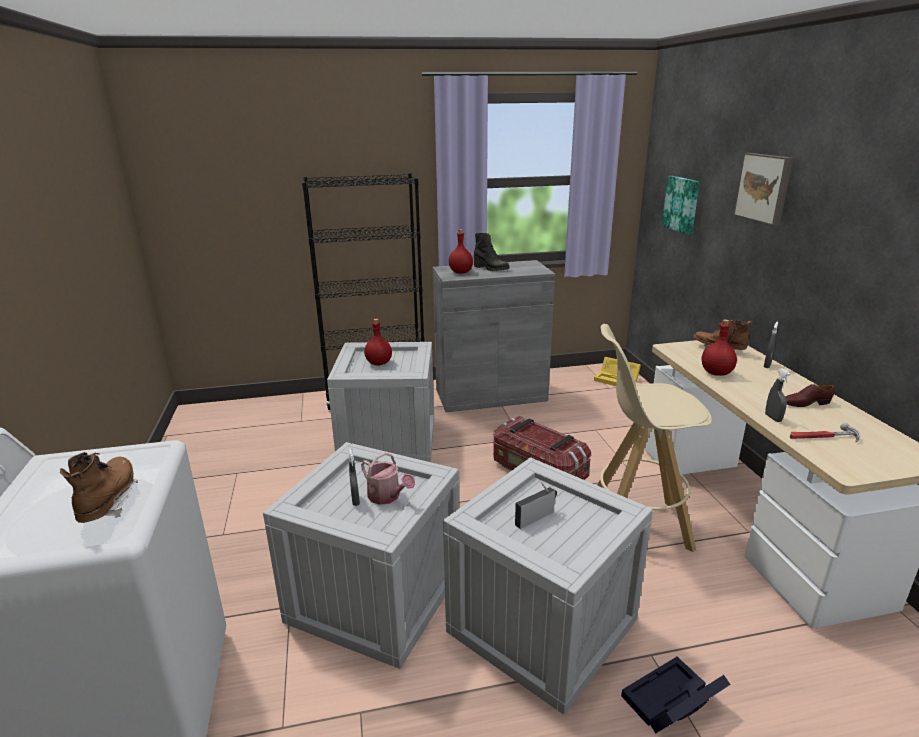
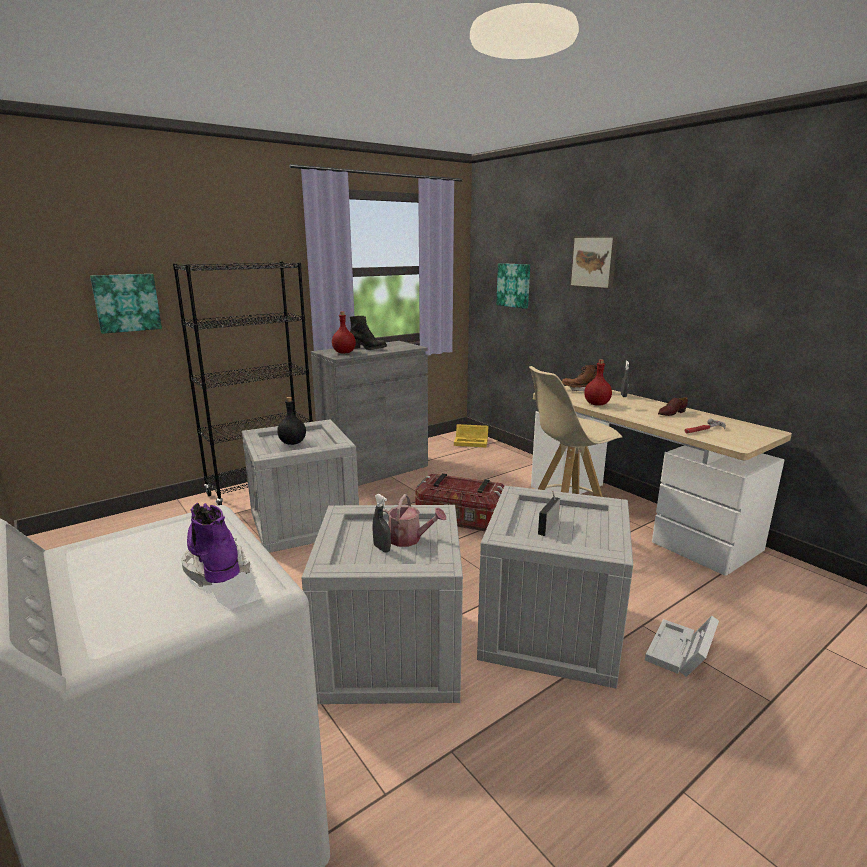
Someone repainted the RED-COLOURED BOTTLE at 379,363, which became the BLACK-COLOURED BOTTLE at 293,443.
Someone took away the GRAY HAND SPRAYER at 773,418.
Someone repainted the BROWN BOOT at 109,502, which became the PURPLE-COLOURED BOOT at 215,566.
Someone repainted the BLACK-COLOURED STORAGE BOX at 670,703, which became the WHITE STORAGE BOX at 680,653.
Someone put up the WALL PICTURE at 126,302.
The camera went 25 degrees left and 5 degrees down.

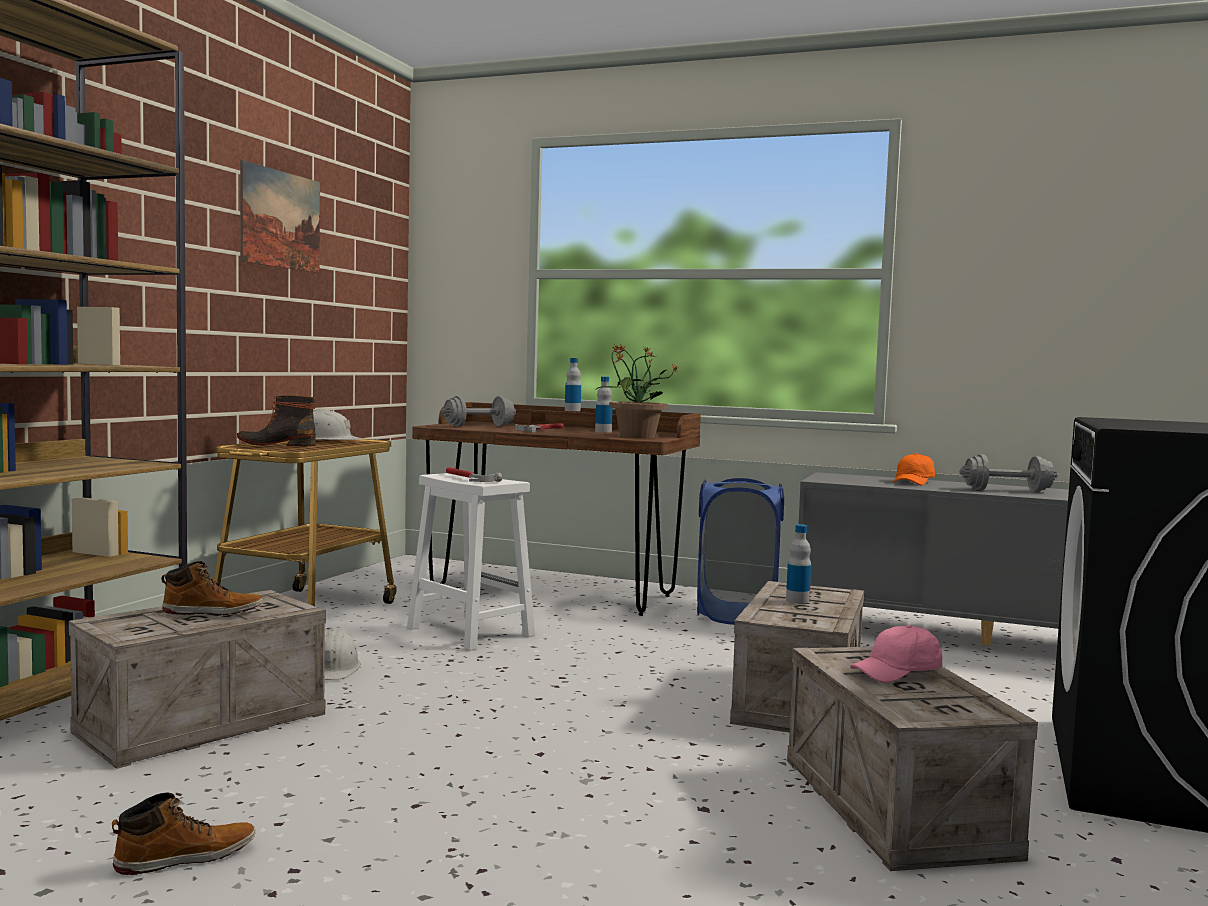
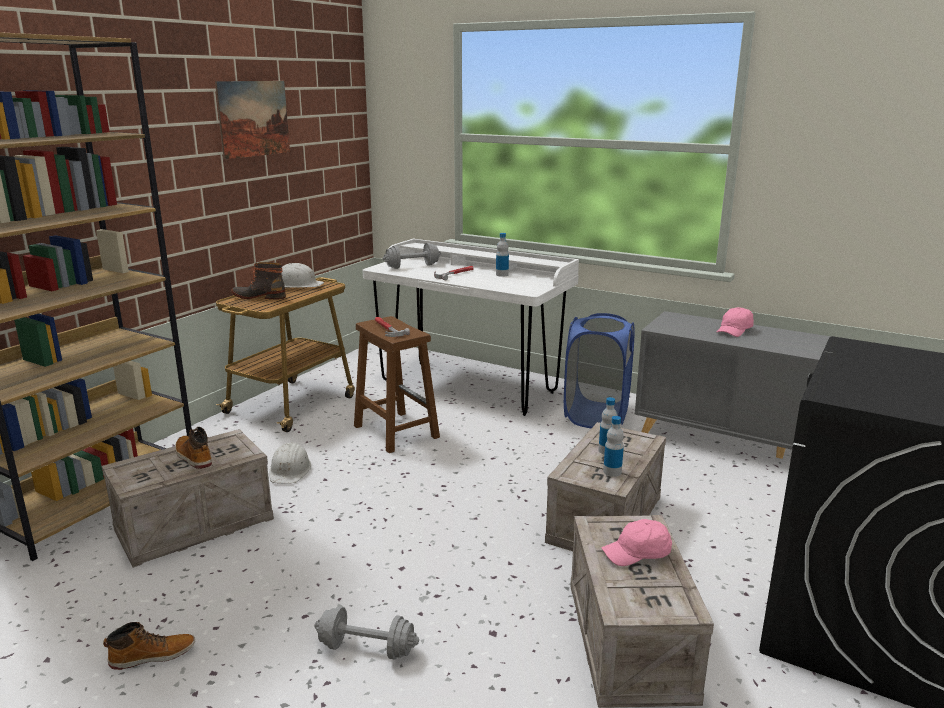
Someone took away the POTTED PLANT at 635,436.
Someone carried the BOTTLE from 572,410 to 612,472.
Someone repainted the BROWN DESK TABLE at 553,592, which became the WHITE DESK TABLE at 469,387.
Someone repainted the ORANGEY BASEBALL CAP at 913,482, which became the PINK BASEBALL CAP at 734,330.
Someone carried the GRAY HAND WEIGHT from 1007,490 to 367,648.
Someone repainted the WHITE STOOL SEAT at 468,631, which became the BROWN STOOL SEAT at 395,431.
Someone rotated the BOOT at 213,611 by 135 degrees counterclockwise.
The camera went 10 degrees right and 15 degrees up.

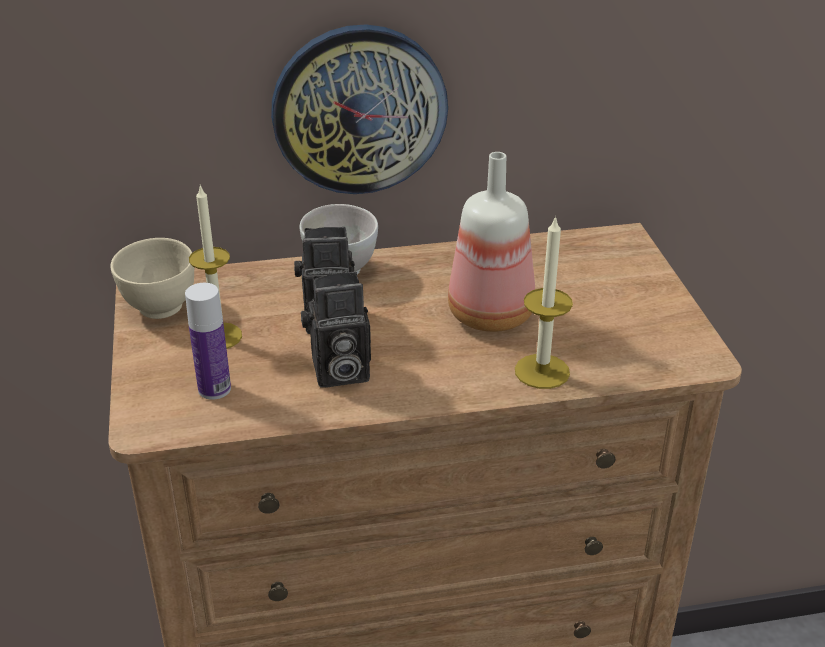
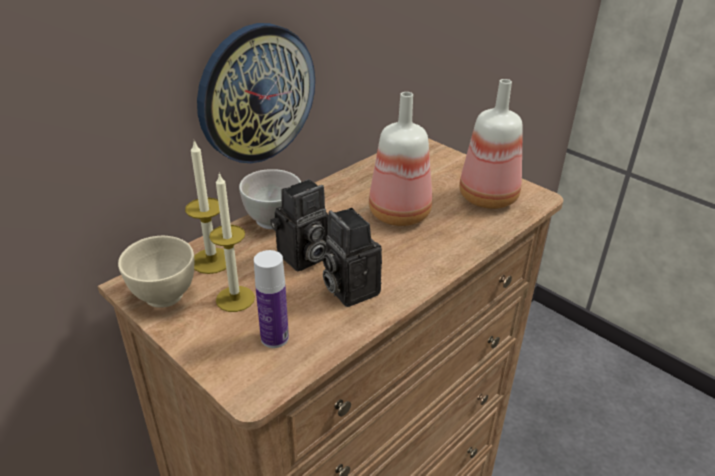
Someone carried the CANDLE from 542,371 to 212,261.
Someone rotated the PHOTO CAMERA at 338,373 by 105 degrees clockwise.
Someone put down the BOTTLE at 489,197.
The camera went 35 degrees left and 0 degrees up.

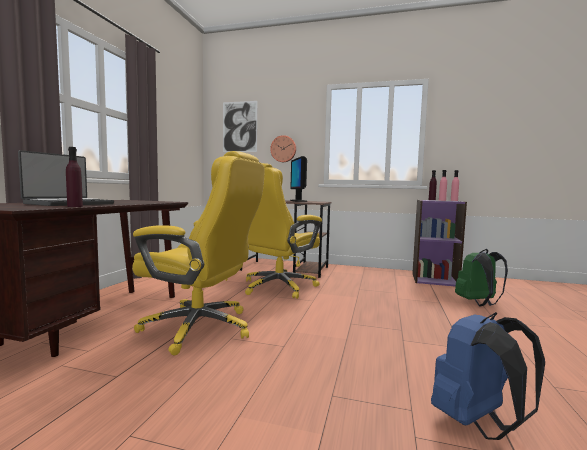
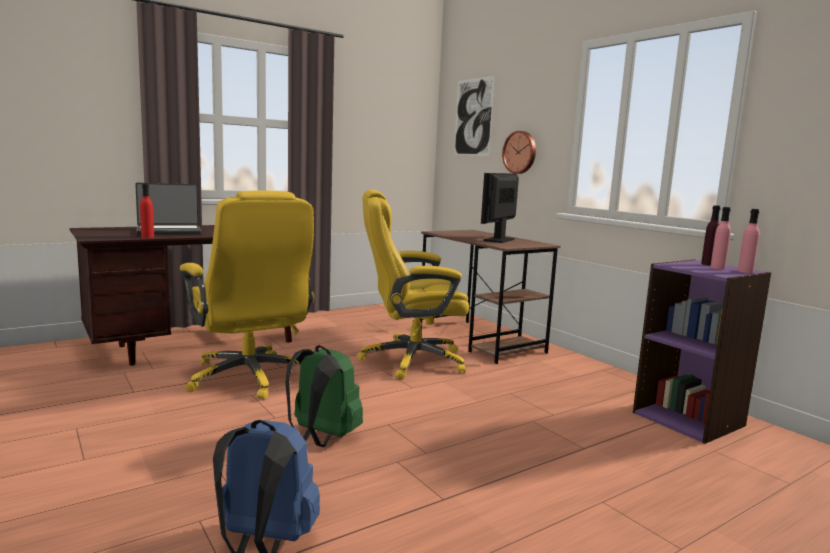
Someone repainted the PURPLE-COLOURED BOTTLE at 75,206, which became the RED-COLOURED BOTTLE at 147,237.
Someone carried the GREEN BACKPACK from 478,303 to 321,438.
The camera went 40 degrees right and 5 degrees up.

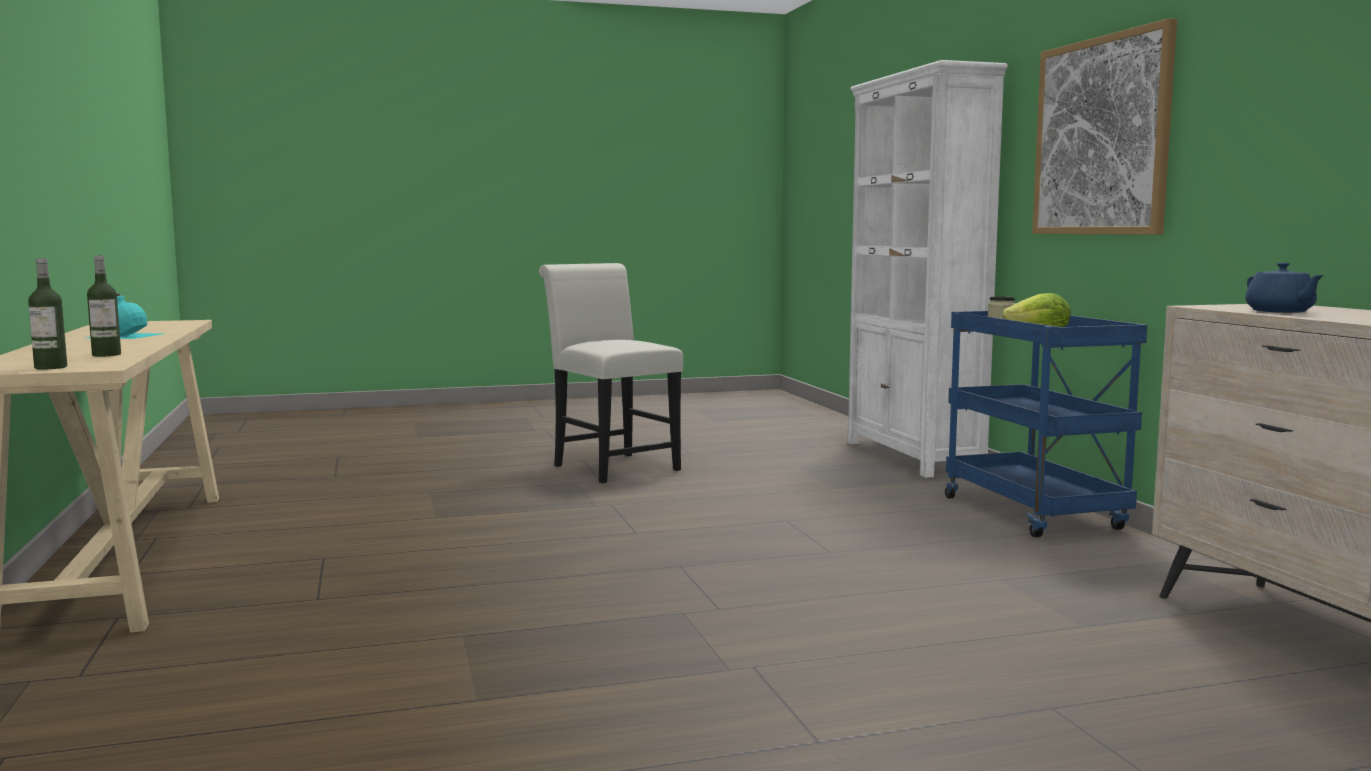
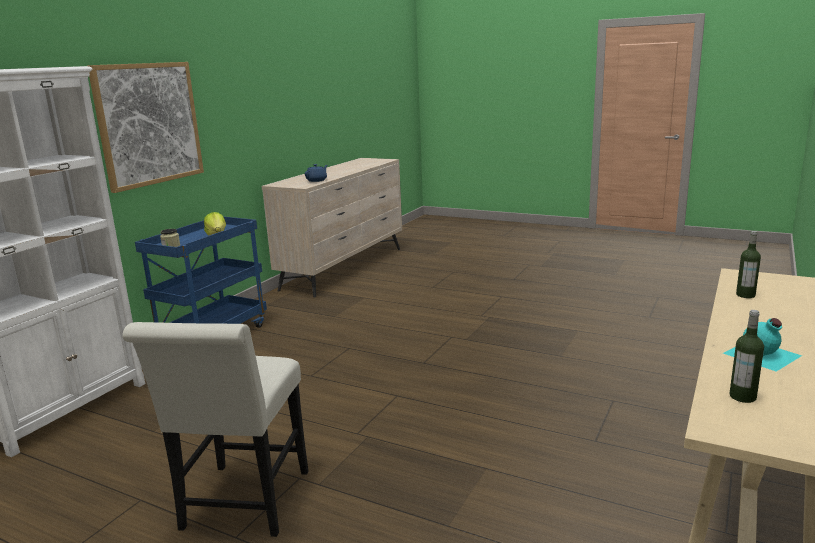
Someone carried the BOTTLE from 51,367 to 742,397.
The camera went 135 degrees left and 10 degrees up.

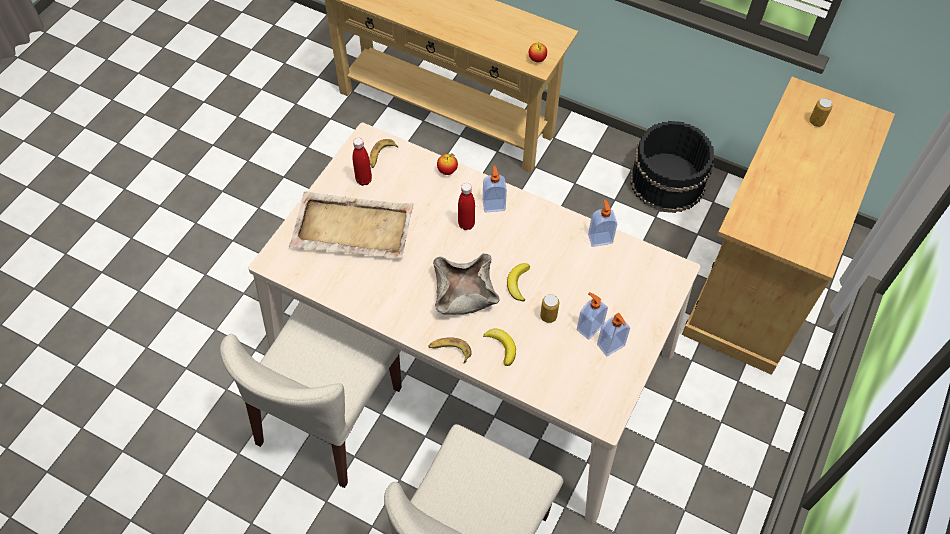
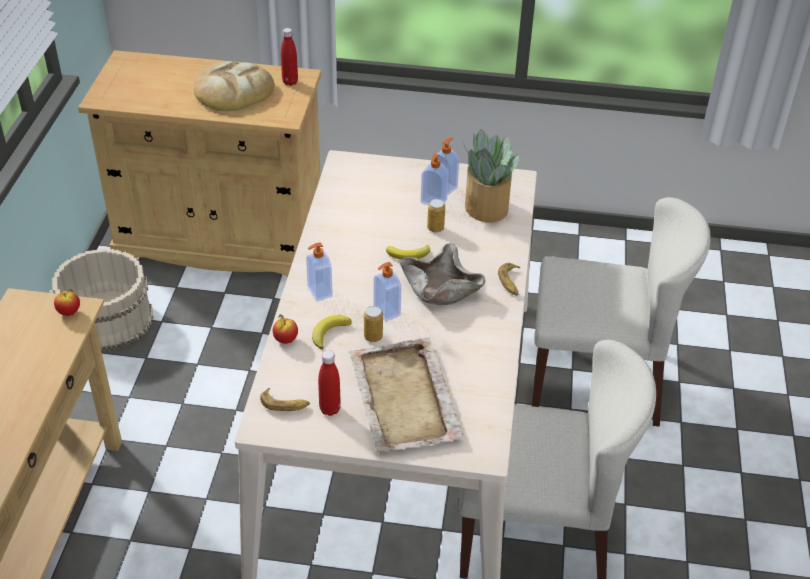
Someone carried the SEALED CAN from 816,122 to 373,337.
Someone repainted the BLACK-COLOURED PAIL at 666,181, which became the SAND-COLOURED PAIL at 107,320.
Someone carried the RED-COLOURED BOTTLE from 466,224 to 290,82.
Someone carried the SOAP BOTTLE from 600,238 to 386,312.
Someone carried the BANANA from 502,346 to 329,332.
Someone put down the BAKERY BREAD at 233,91.
Someone put down the POTTED PLANT at 486,208.
The camera went 110 degrees left and 15 degrees down.

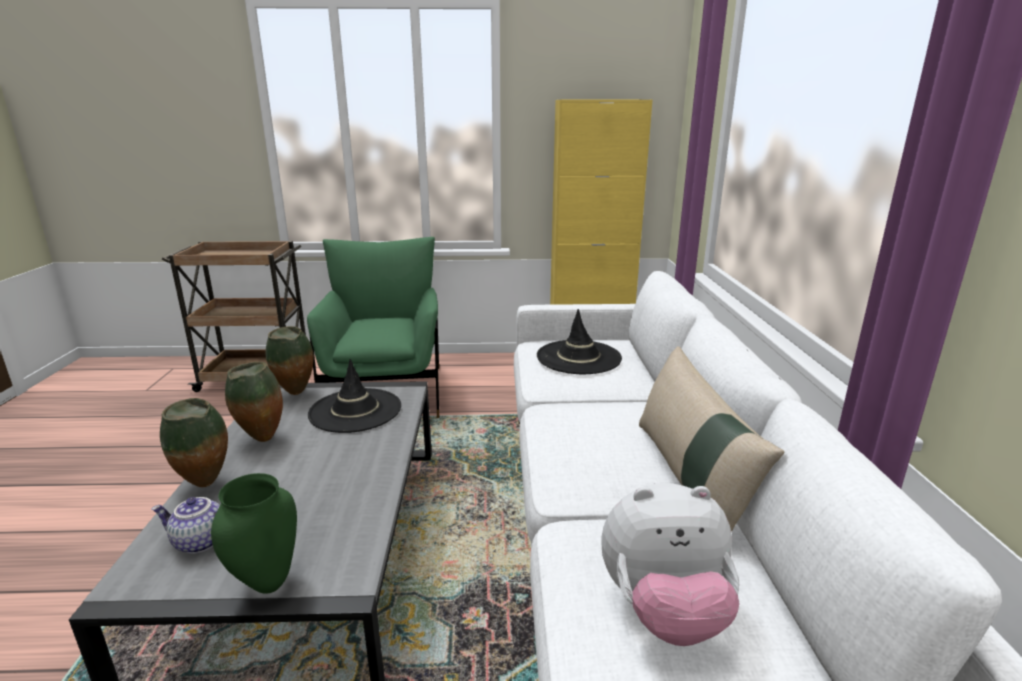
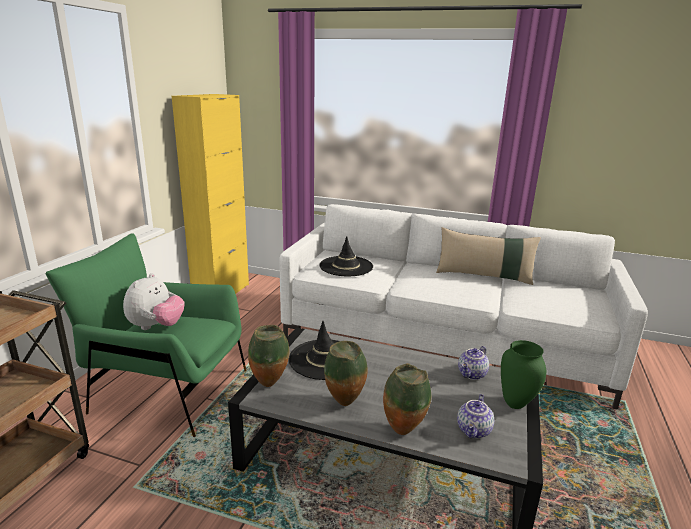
Someone carried the SOFT TOY from 664,611 to 156,326.
Someone put down the TEA POT at 472,374.
The camera went 70 degrees left and 0 degrees up.

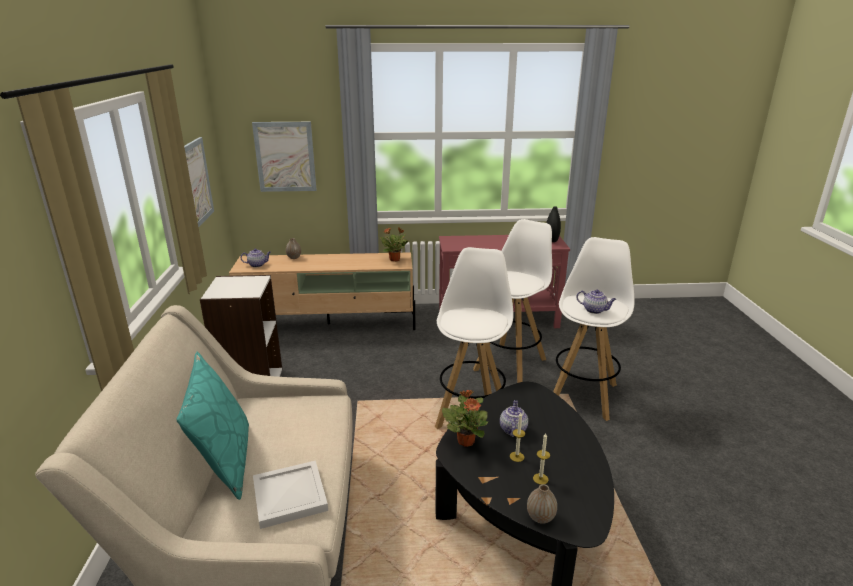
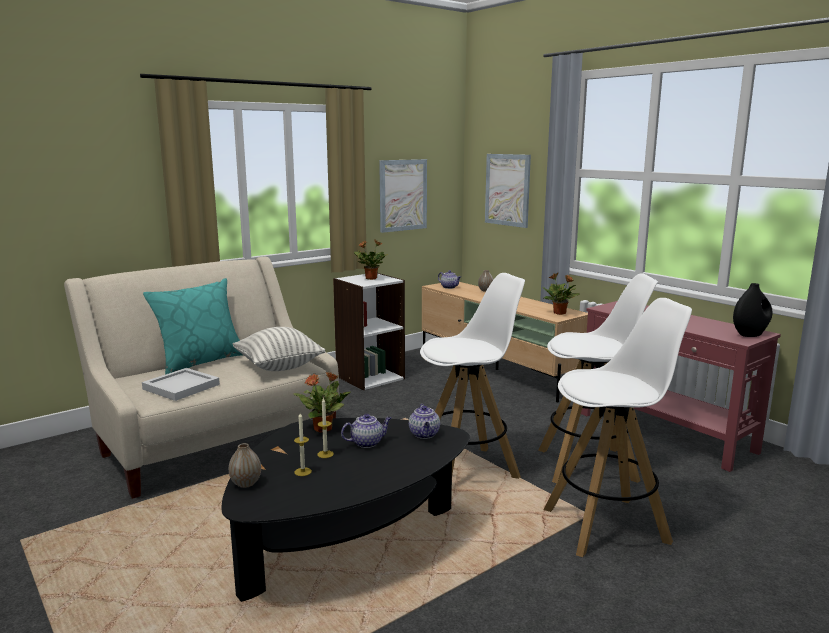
Someone carried the TEA POT from 595,310 to 424,434.
Someone put down the POTTED PLANT at 370,278.
Someone put down the PILLOW at 279,367.
The camera went 55 degrees right and 10 degrees down.

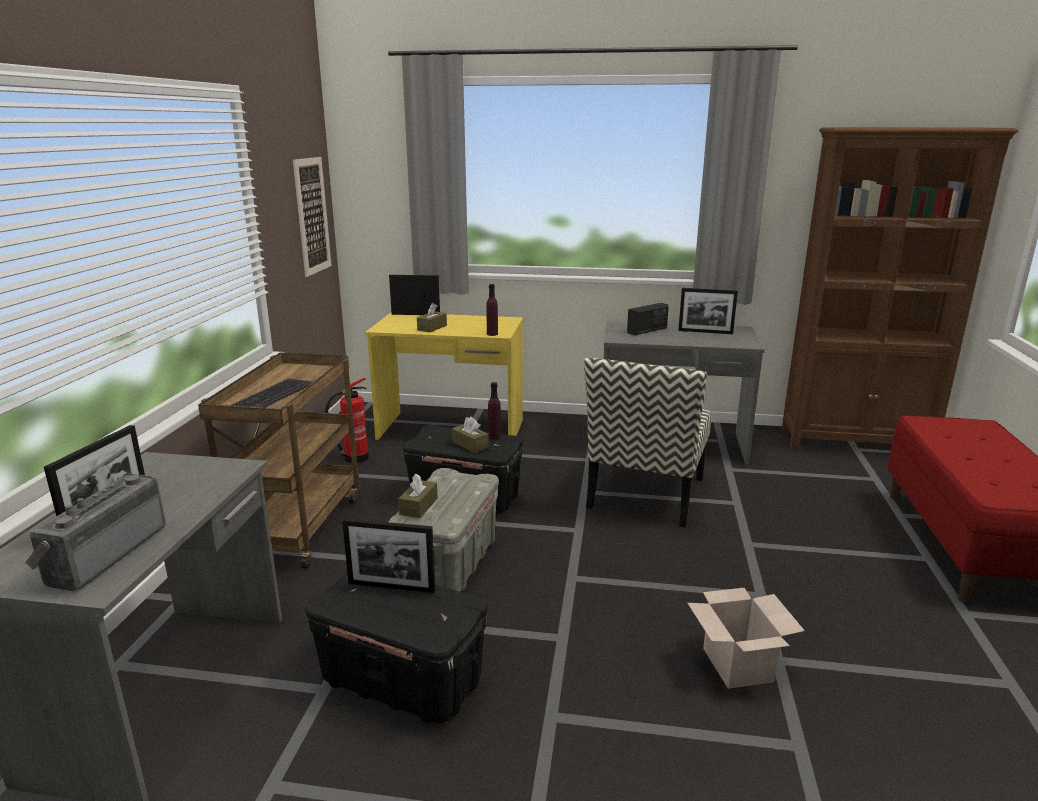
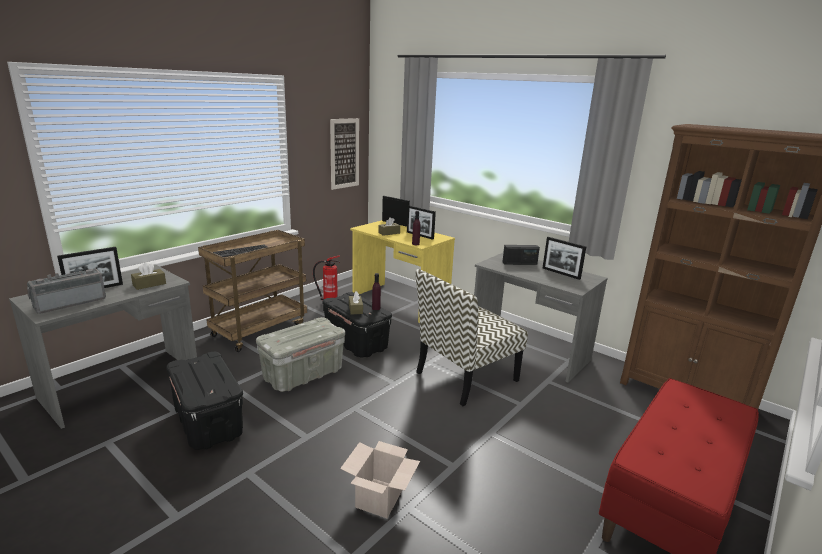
Someone carried the BROWN TISSUE HOLDER from 418,506 to 149,284.
Someone carried the STANDING FRAME from 391,586 to 420,235.
The camera went 30 degrees right and 0 degrees up.

